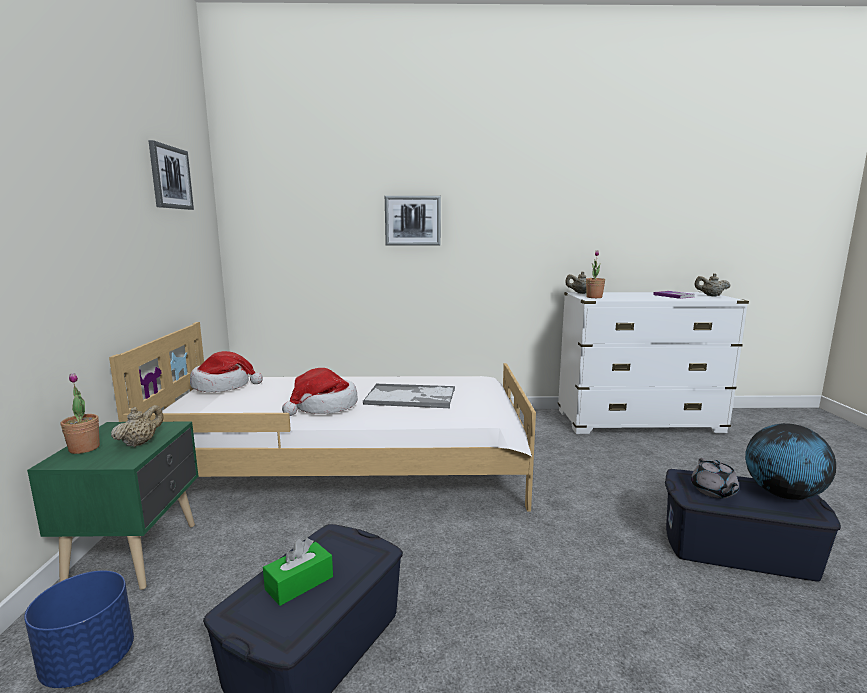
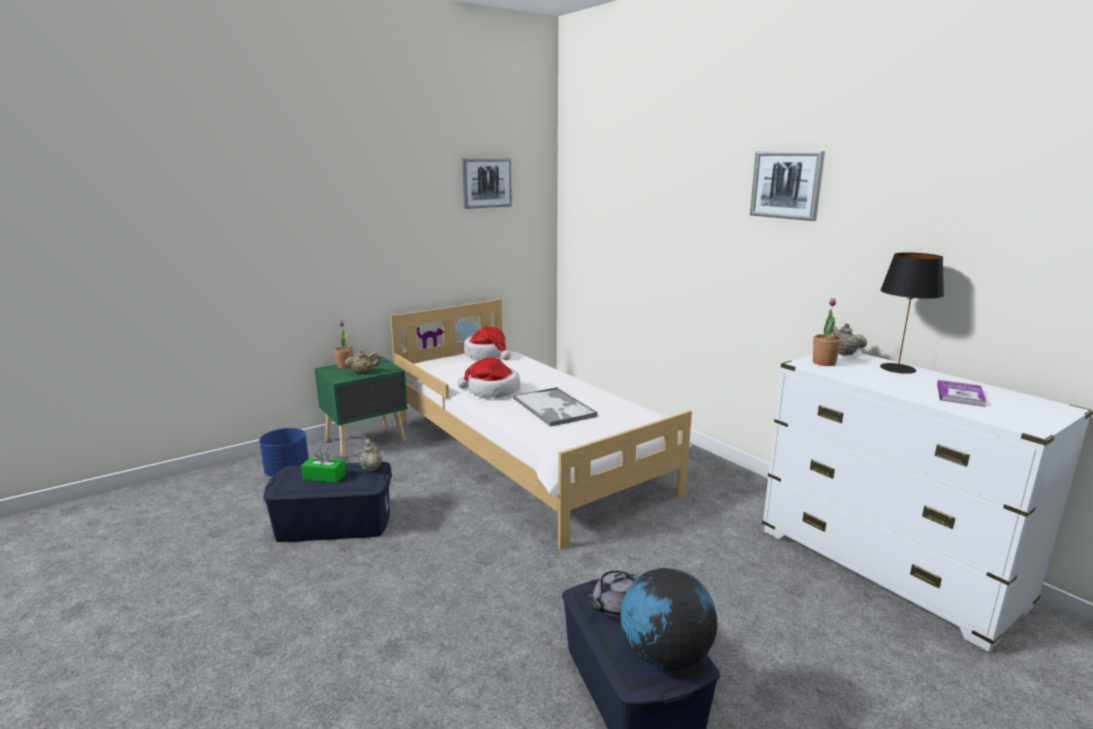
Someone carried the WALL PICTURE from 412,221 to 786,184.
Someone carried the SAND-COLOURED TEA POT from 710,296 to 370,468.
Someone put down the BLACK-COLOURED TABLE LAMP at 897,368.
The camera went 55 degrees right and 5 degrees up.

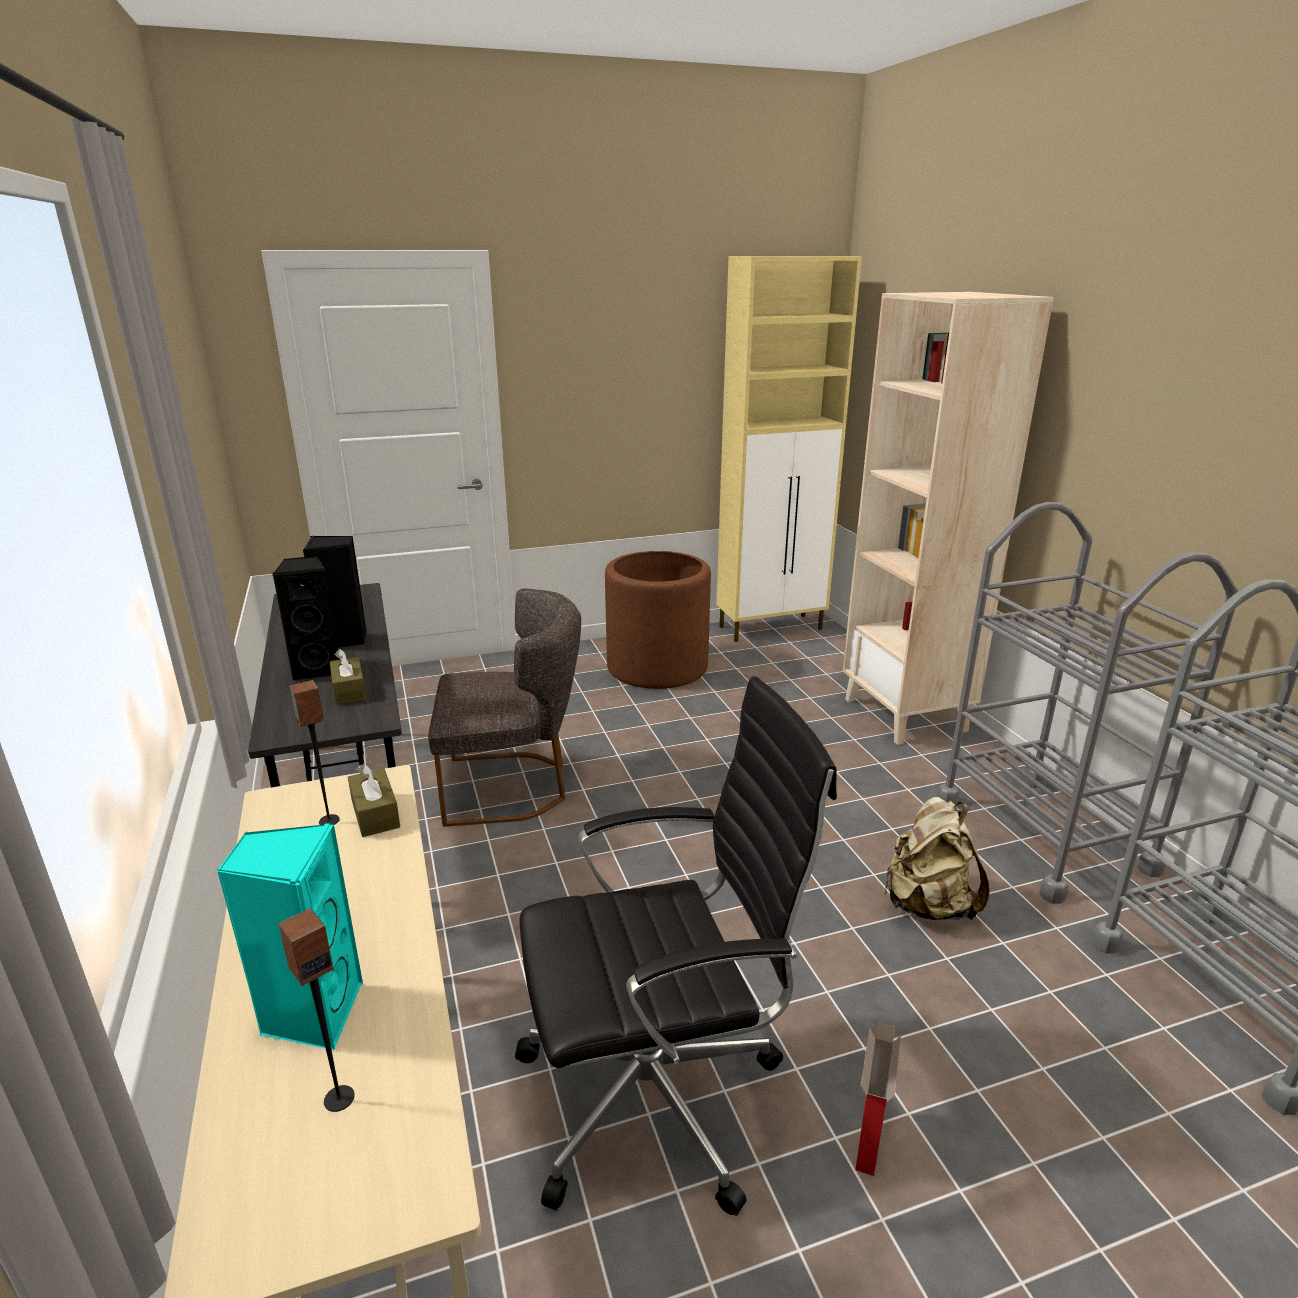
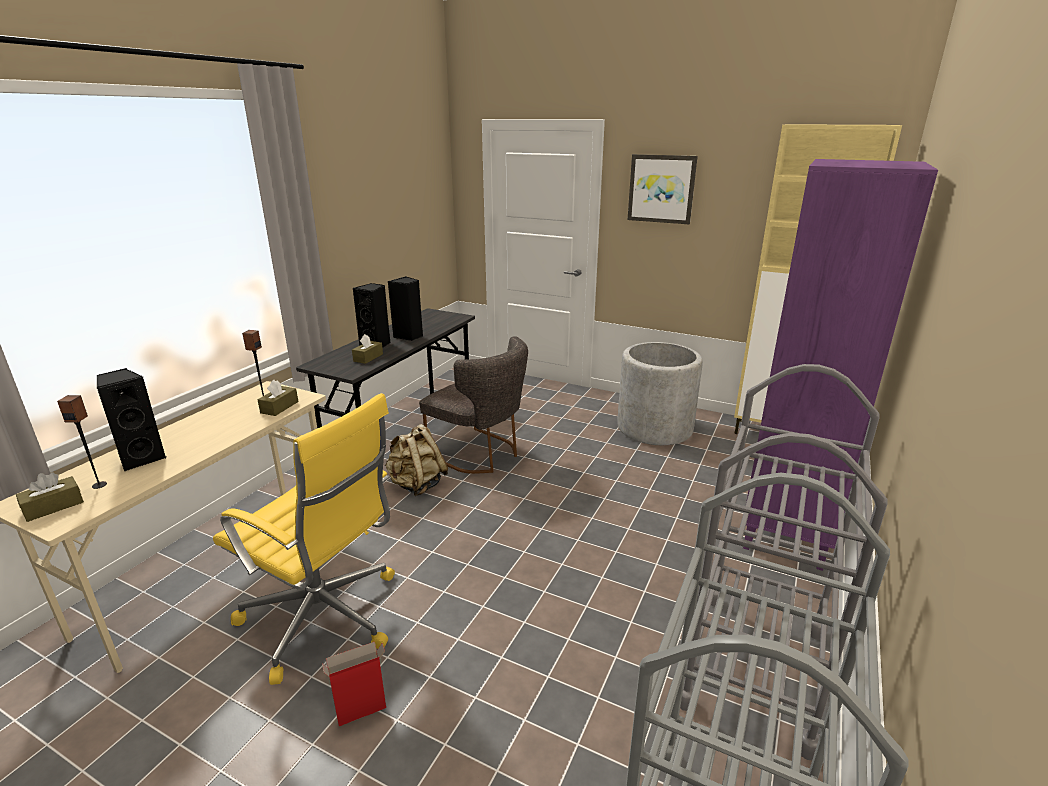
Someone repainted the SAND-COLOURED BOOKSHELF at 906,715, which became the PURPLE-COLOURED BOOKSHELF at 786,534.
Someone repainted the BROWN FLOWER POT at 657,667, which became the GRAY FLOWER POT at 654,428.
Someone repainted the BLACK-COLOURED OFFICE CHAIR at 658,1094, which became the YELLOW OFFICE CHAIR at 325,618.
Someone carried the SAND-COLOURED BACKPACK from 927,905 to 417,485.
Someone repainted the TURQUOISE-COLOURED SPEAKER at 312,1013, which became the BLACK-COLOURED SPEAKER at 142,458.
Someone put up the WALL PICTURE at 661,189.
Someone put down the BROWN TISSUE HOLDER at 53,506.
The camera went 45 degrees right and 0 degrees up.

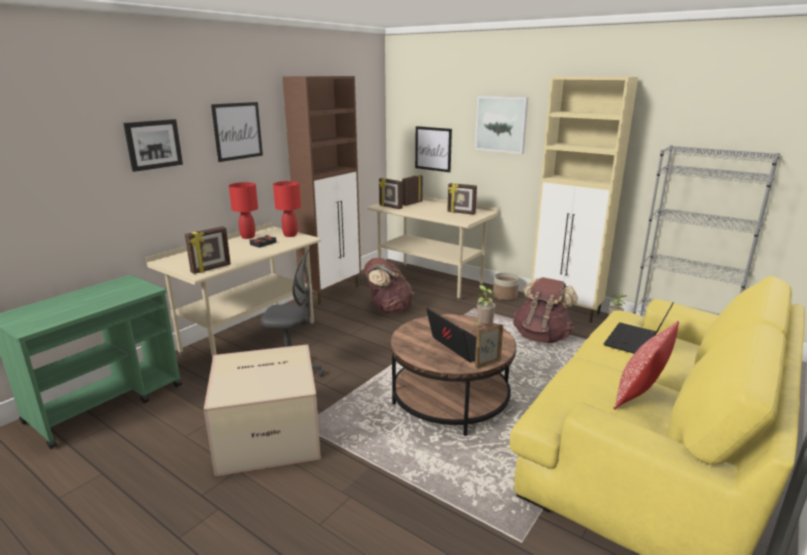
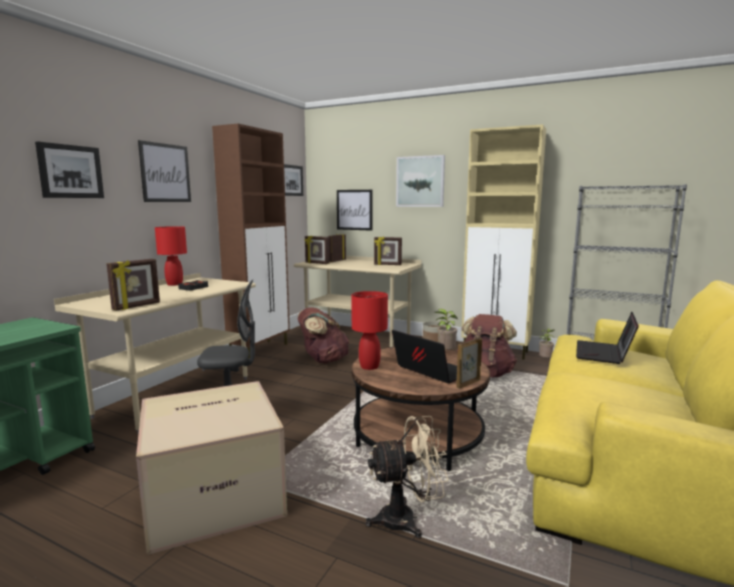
Someone carried the RED-COLOURED TABLE LAMP from 290,235 to 369,367.
Someone took away the PILLOW at 639,395.
Someone put up the WALL PICTURE at 291,180.
Someone put down the SAND-COLOURED COOLING FAN at 407,519.
The camera went 10 degrees left and 10 degrees down.

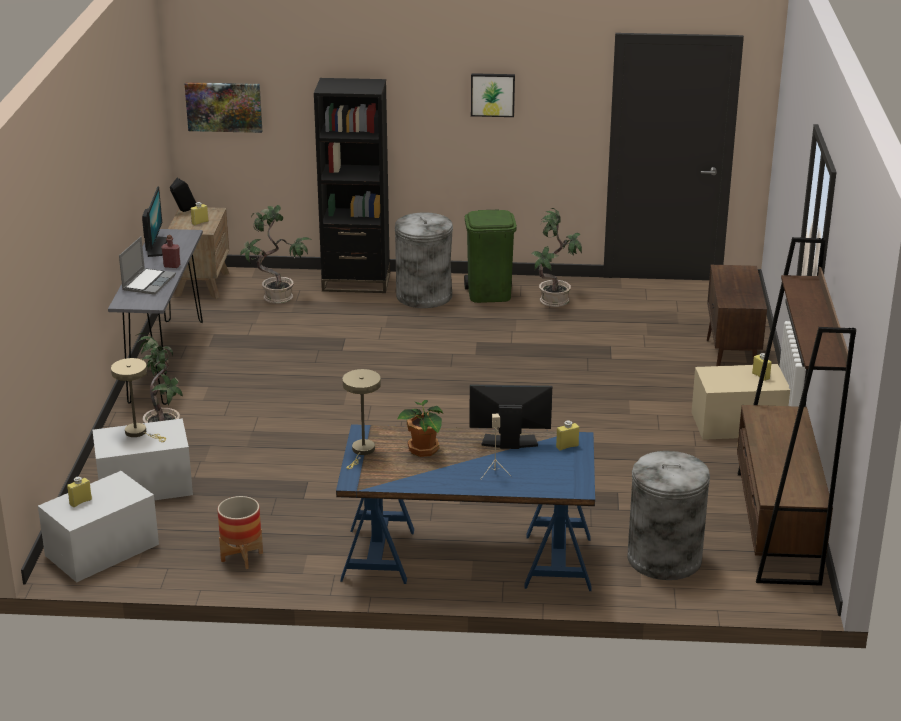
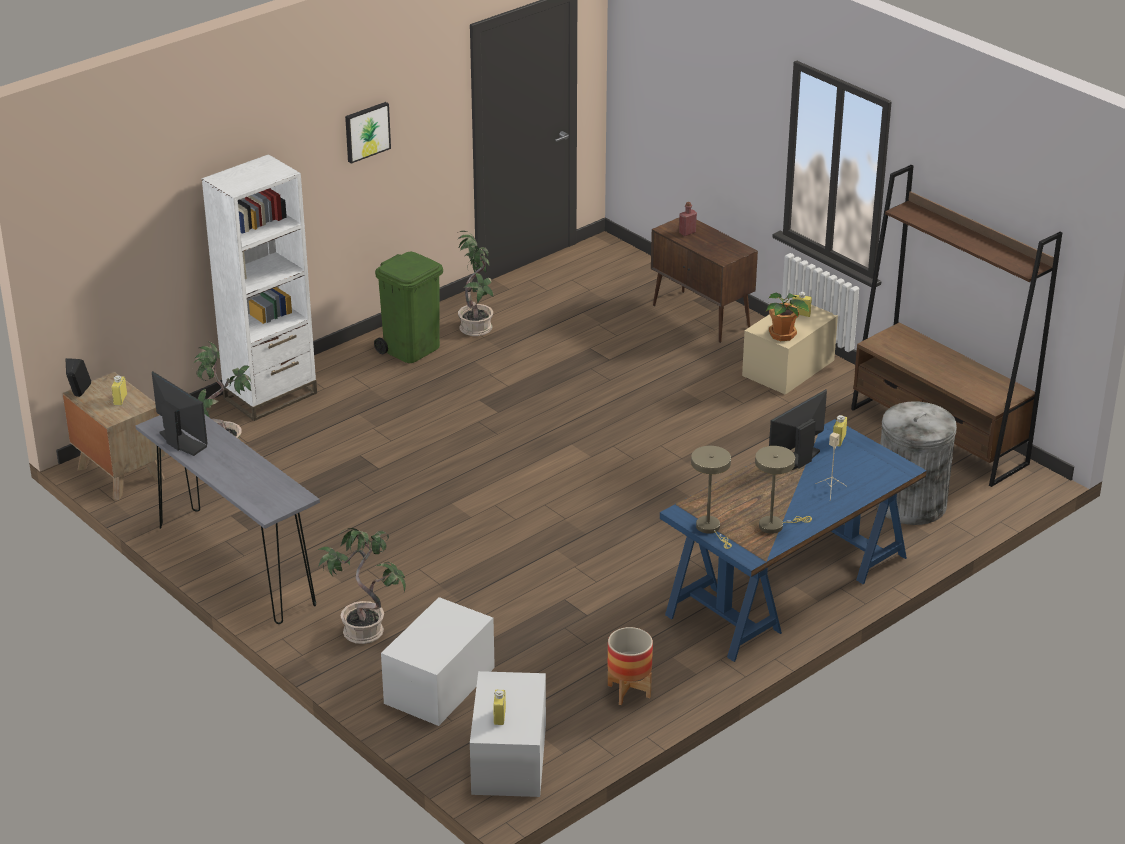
Someone repainted the BLACK-COLOURED BOOKSHELF at 356,282, which became the WHITE BOOKSHELF at 270,396.
Someone took away the WALL PICTURE at 224,106.
Someone took away the GRAY RUBBISH BIN at 424,296.
Someone carried the RED-COLOURED BOTTLE from 172,266 to 687,232.
Someone took away the NOTEBOOK COMPUTER at 148,282.
Someone carried the SAND-COLOURED TABLE LAMP from 139,432 to 775,525.
Someone carried the POTTED PLANT from 423,450 to 783,335.
The camera went 45 degrees left and 5 degrees up.

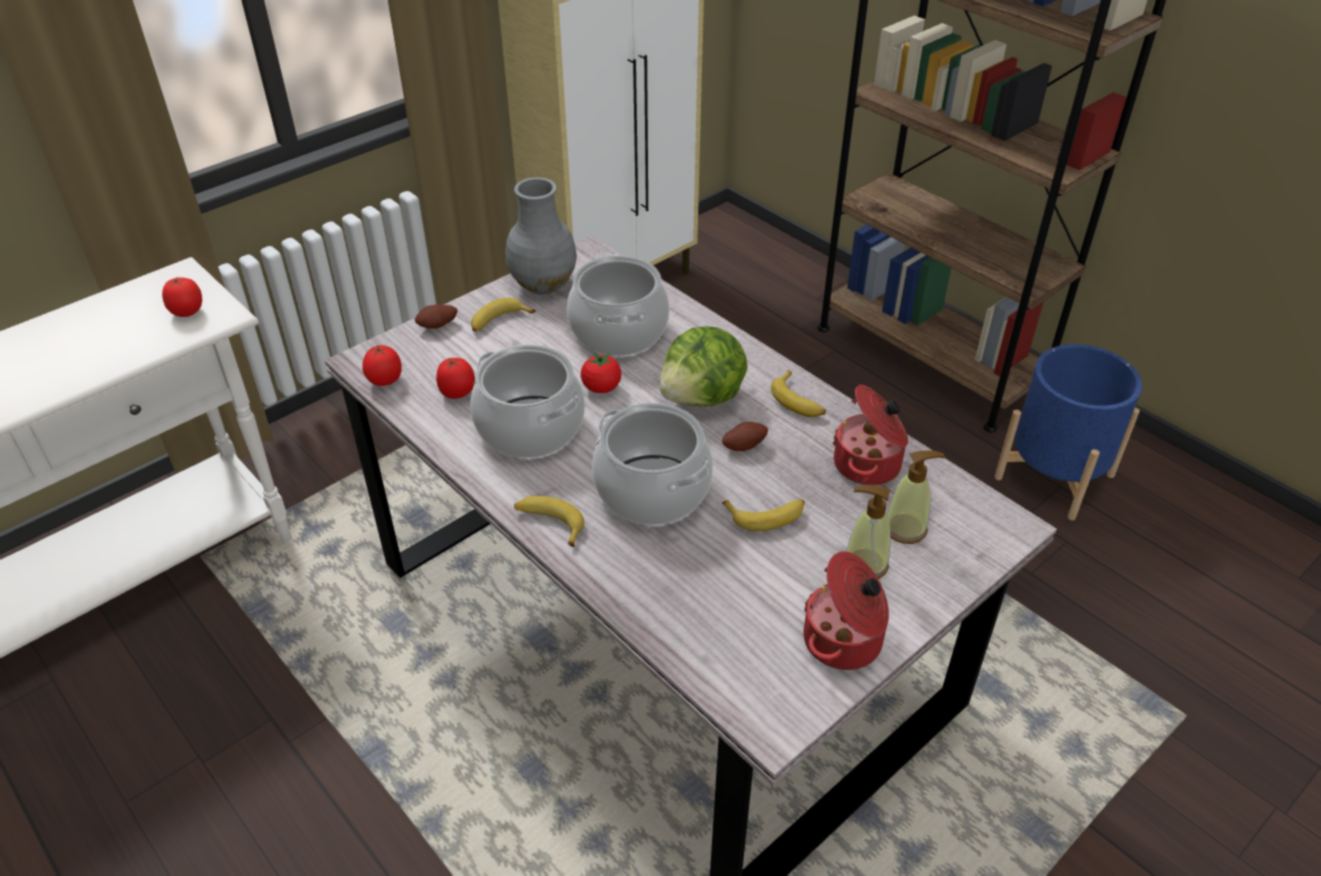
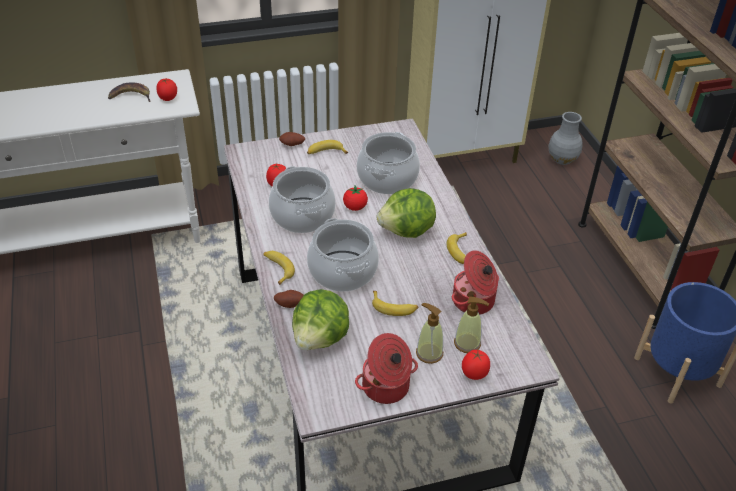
Someone carried the GRAY FLOWER VASE from 544,284 to 562,160.
Someone carried the FRESH TOMATO from 384,381 to 474,374.
Someone carried the WHOLE POTATO from 743,445 to 290,304.
Someone put down the BANANA at 131,96.
Someone put down the LETTUCE at 321,338.
The camera went 25 degrees right and 0 degrees up.

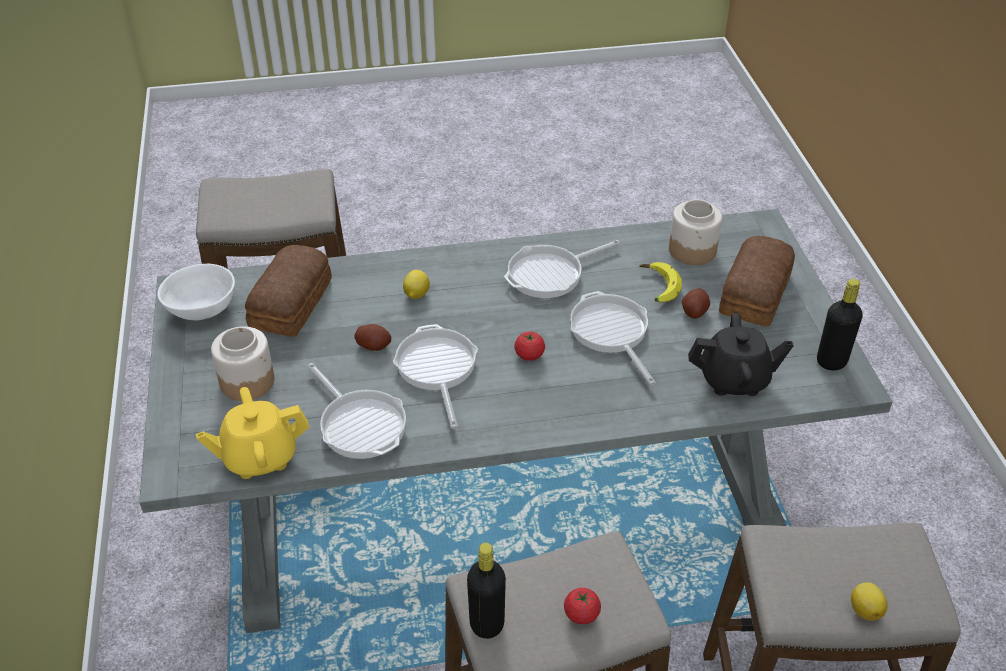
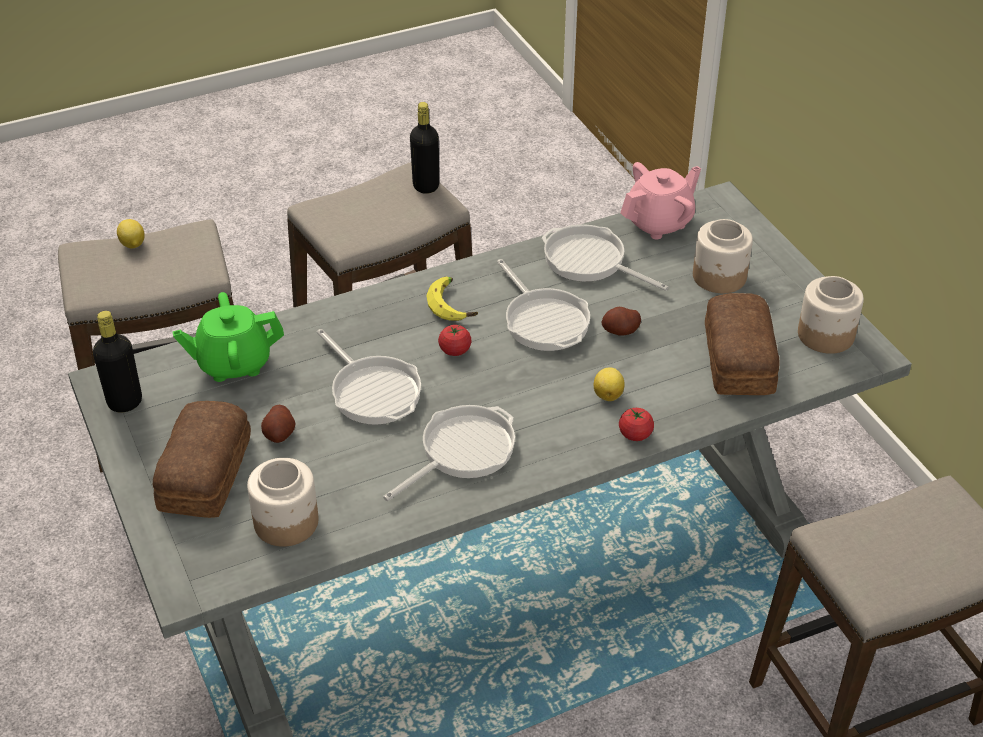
Someone carried the BANANA from 657,287 to 453,304.
Someone swapped the WHITE BOWL at 203,309 for the JAR at 825,335.
Someone repainted the BLACK-COLOURED TEA POT at 734,380, which became the GREEN TEA POT at 233,363.
Someone repainted the YELLOW TEA POT at 259,457, which became the PINK TEA POT at 659,223.
Someone carried the FRESH TOMATO from 581,614 to 635,434.
The camera went 165 degrees right and 0 degrees up.

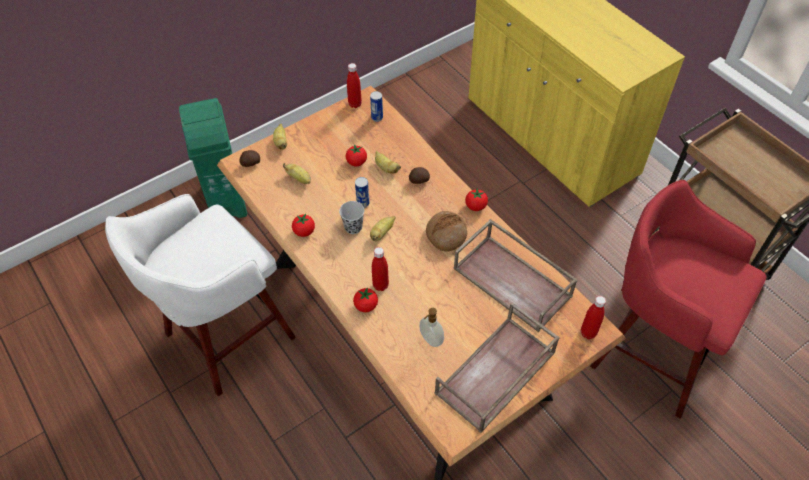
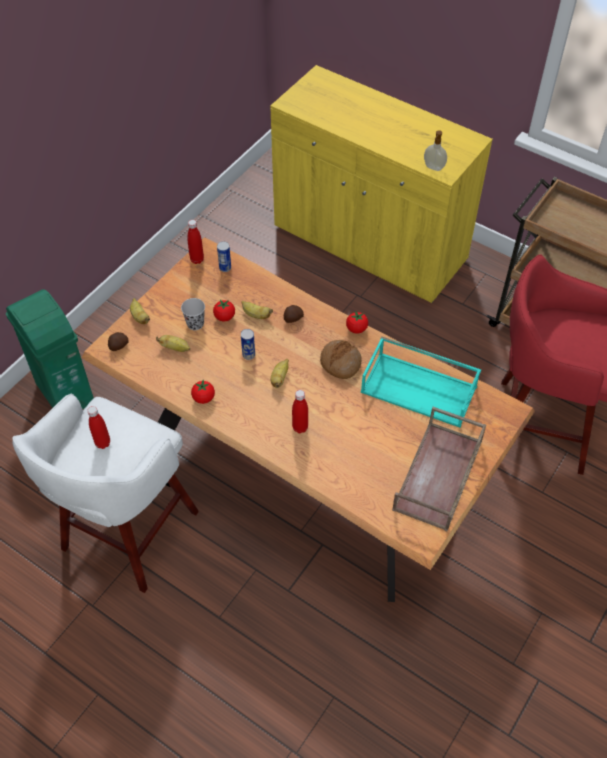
Someone carried the BLACK-COLOURED DRINKING CUP from 353,227 to 195,324.
Someone repainted the BROWN TRAY at 514,282, which became the TURQUOISE-COLOURED TRAY at 420,389.
Someone took away the FRESH TOMATO at 366,306.
Someone carried the RED-COLOURED BOTTLE from 588,333 to 103,443.
Someone carried the SOAP BOTTLE from 430,340 to 433,168.
The camera went 20 degrees left and 0 degrees up.

